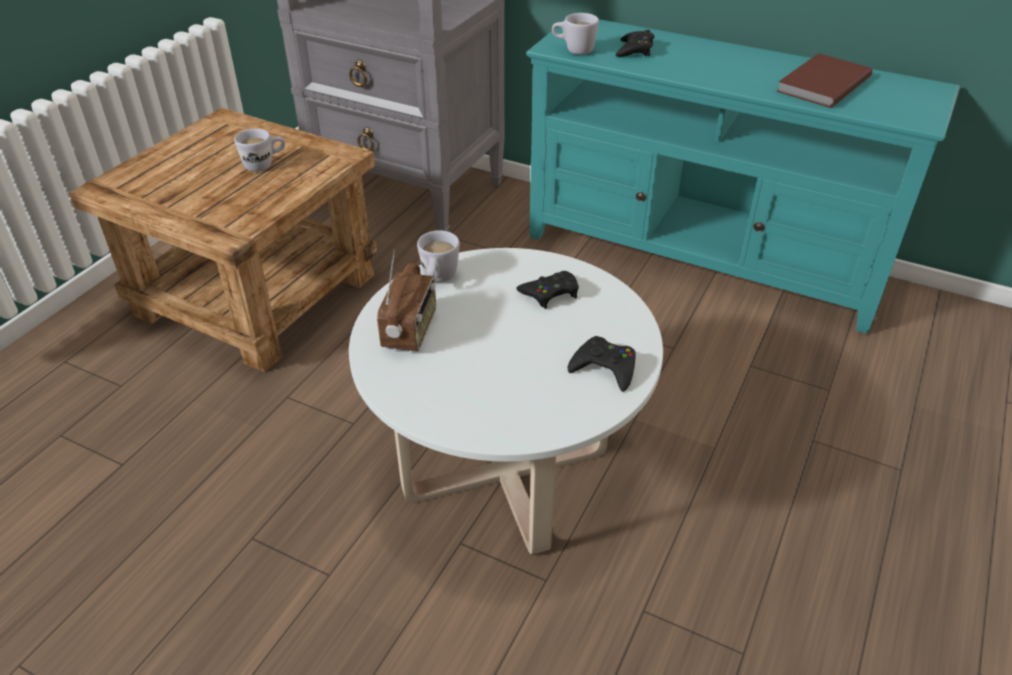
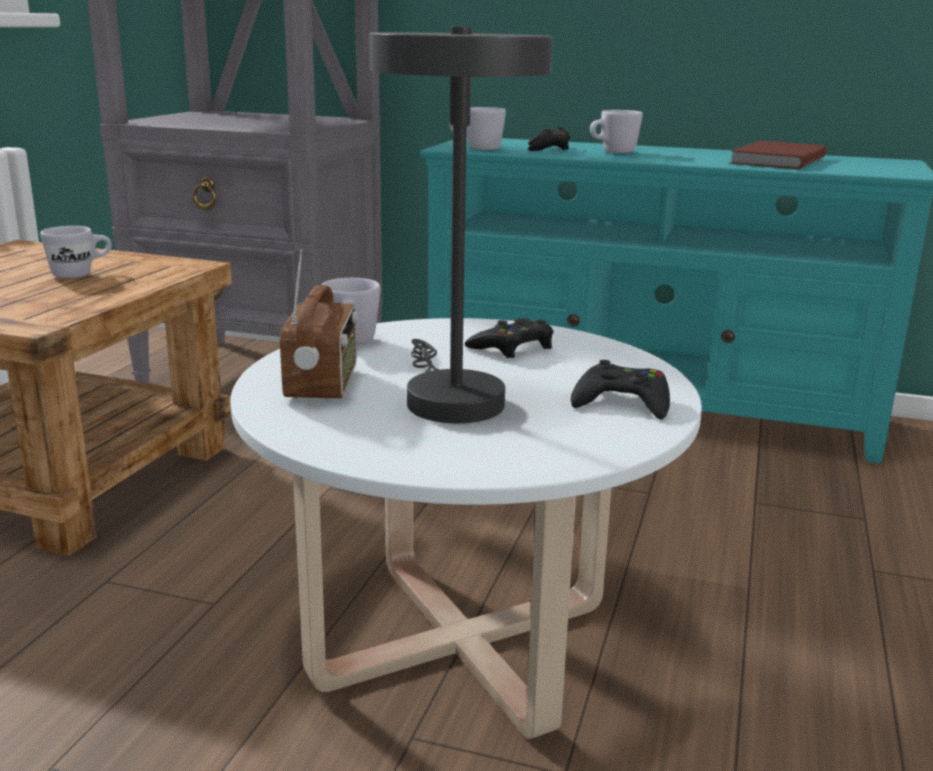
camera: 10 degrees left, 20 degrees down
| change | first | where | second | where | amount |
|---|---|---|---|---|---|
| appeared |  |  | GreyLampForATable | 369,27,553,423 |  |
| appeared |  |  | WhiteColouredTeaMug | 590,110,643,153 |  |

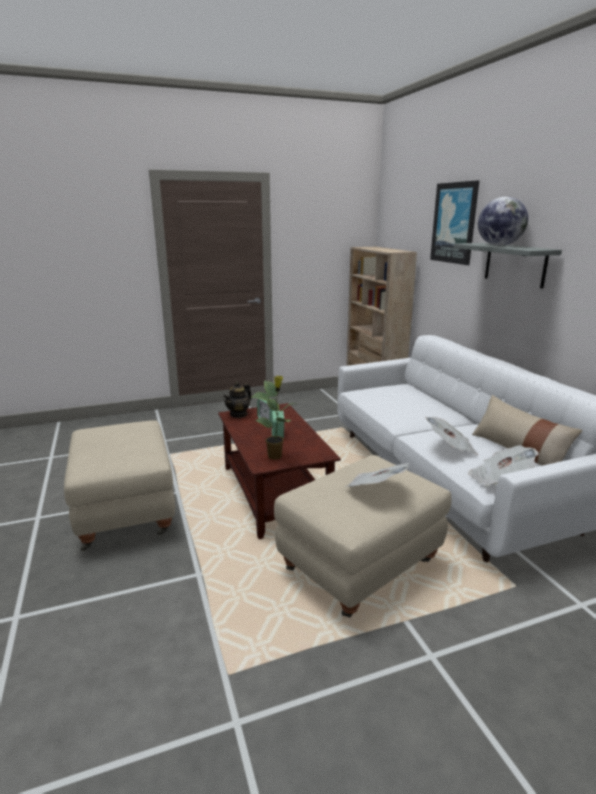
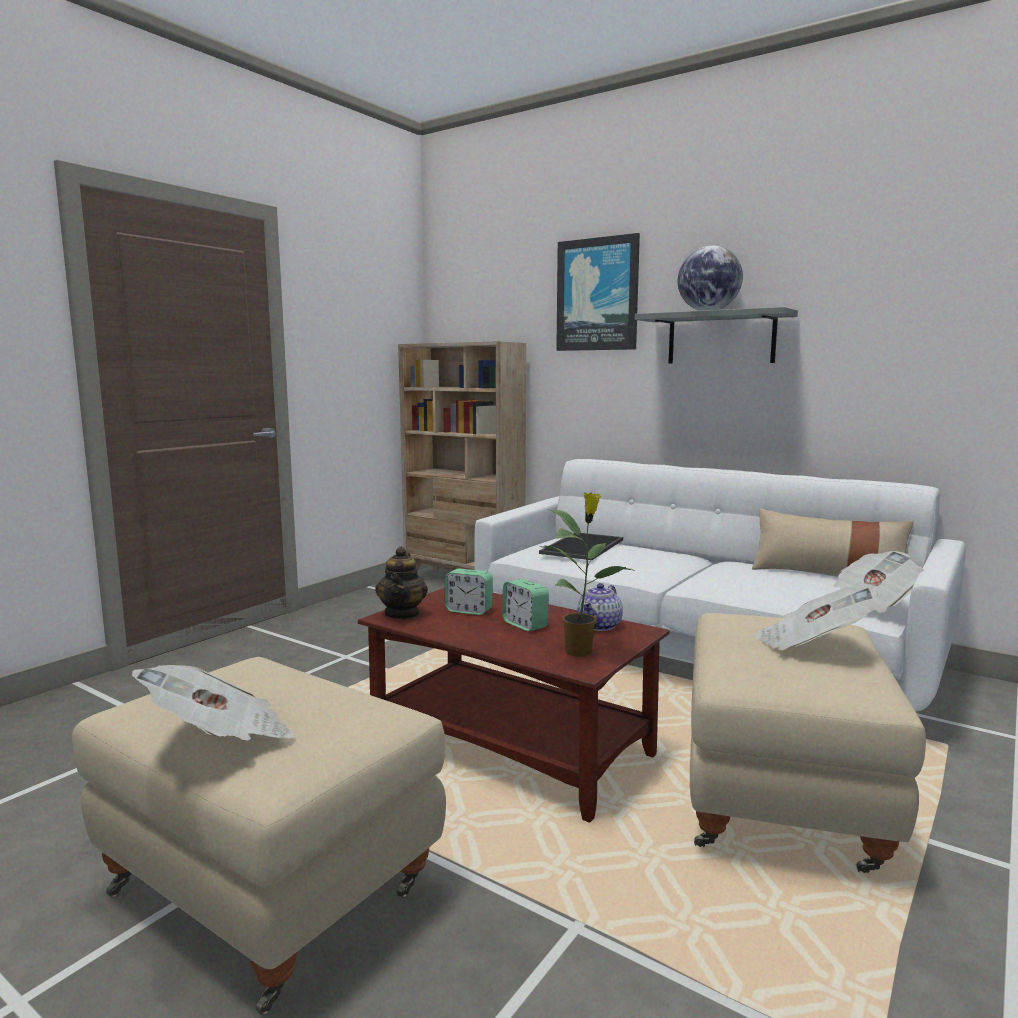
camera: 35 degrees left, 10 degrees down
| change | first | where | second | where | amount |
|---|---|---|---|---|---|
| relocated | Newspaper | 425,417,479,455 |  | 132,665,296,740 |  |
| appeared |  |  | Tray | 539,533,623,560 |  |
| appeared |  |  | TeaPot | 578,583,623,631 |  |

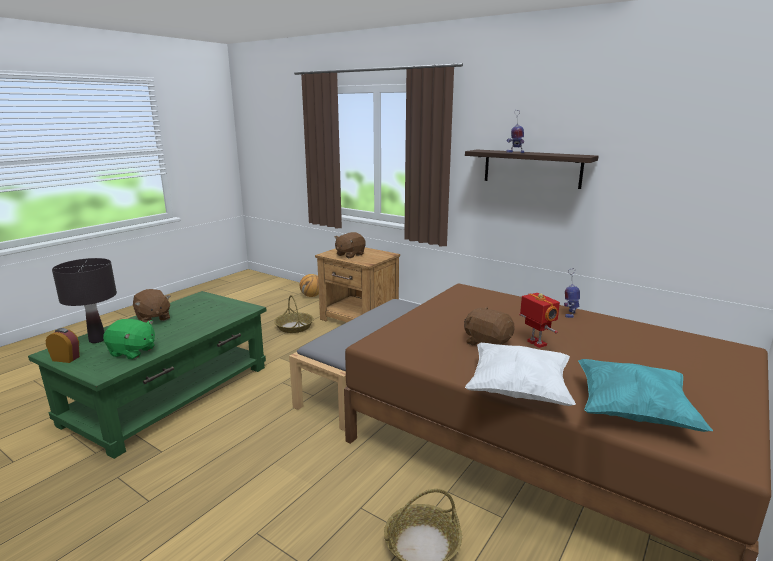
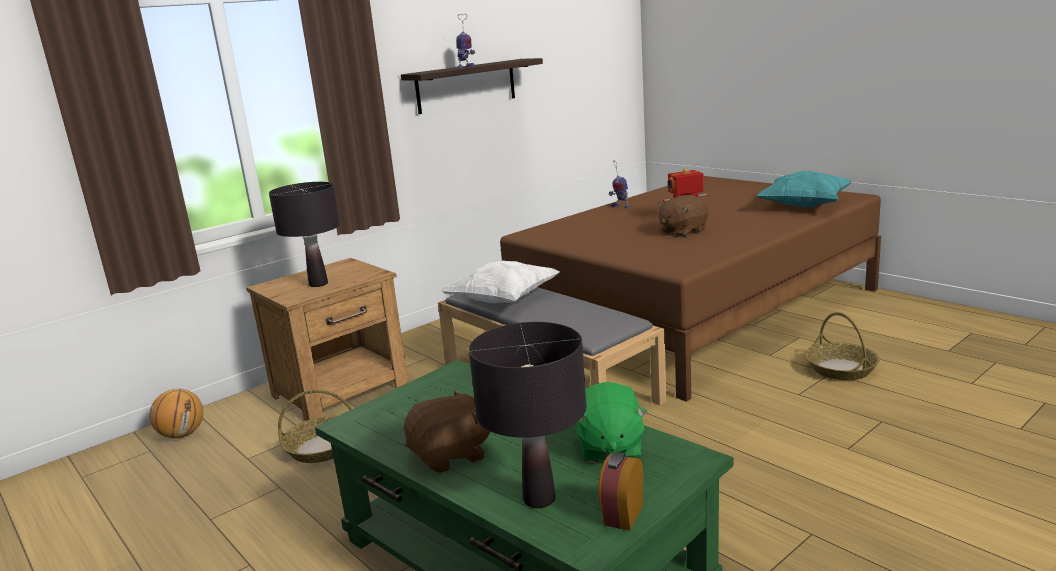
camera: 75 degrees left, 0 degrees up
| change | first | where | second | where | amount |
|---|---|---|---|---|---|
| spun | GreenColouredCuddlyToy | 103,319,155,359 |  | 576,382,648,463 | 150 degrees clockwise |
| exchanged | BrownCuddlyToy | 335,232,366,258 | BlackLampForATable | 269,182,340,287 |  |
| relocated | WhiteColouredCushion | 465,343,576,406 |  | 441,261,560,303 |  |

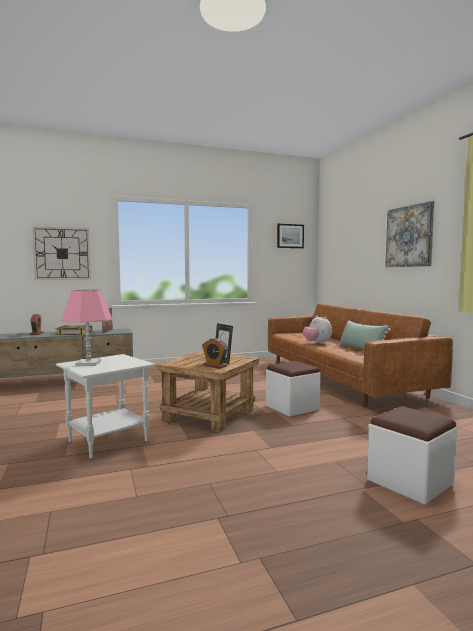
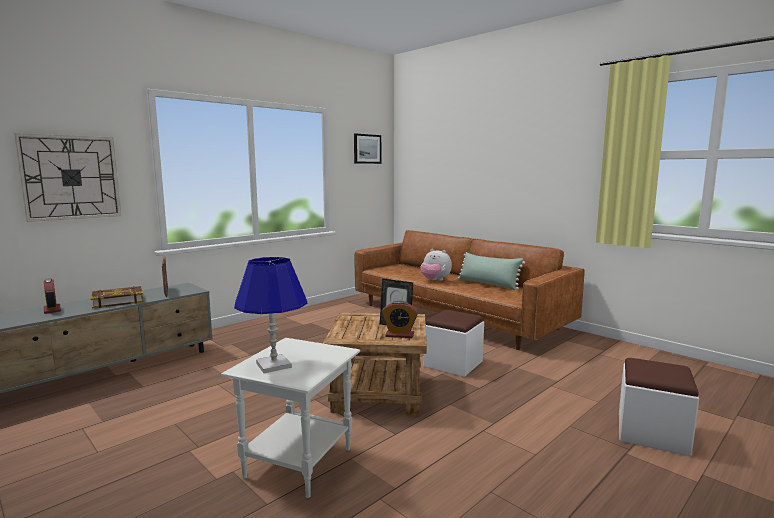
camera: 25 degrees left, 5 degrees up
| change | first | where | second | where | amount |
|---|---|---|---|---|---|
| colour | PinkLampForATable | 61,290,112,366 | BlueLampForATable | 234,257,308,373 |  |
| missing | WallArt | 385,201,434,267 |  |  |  |

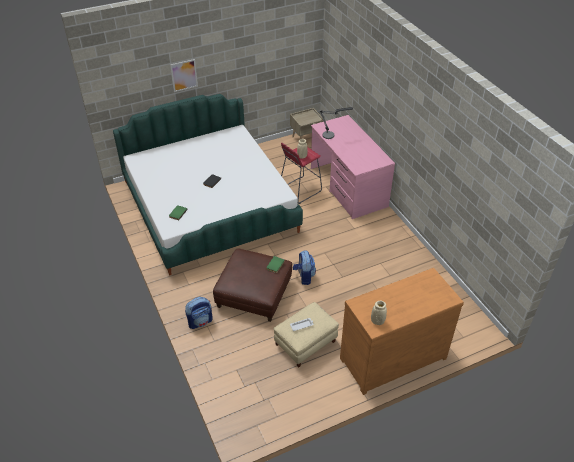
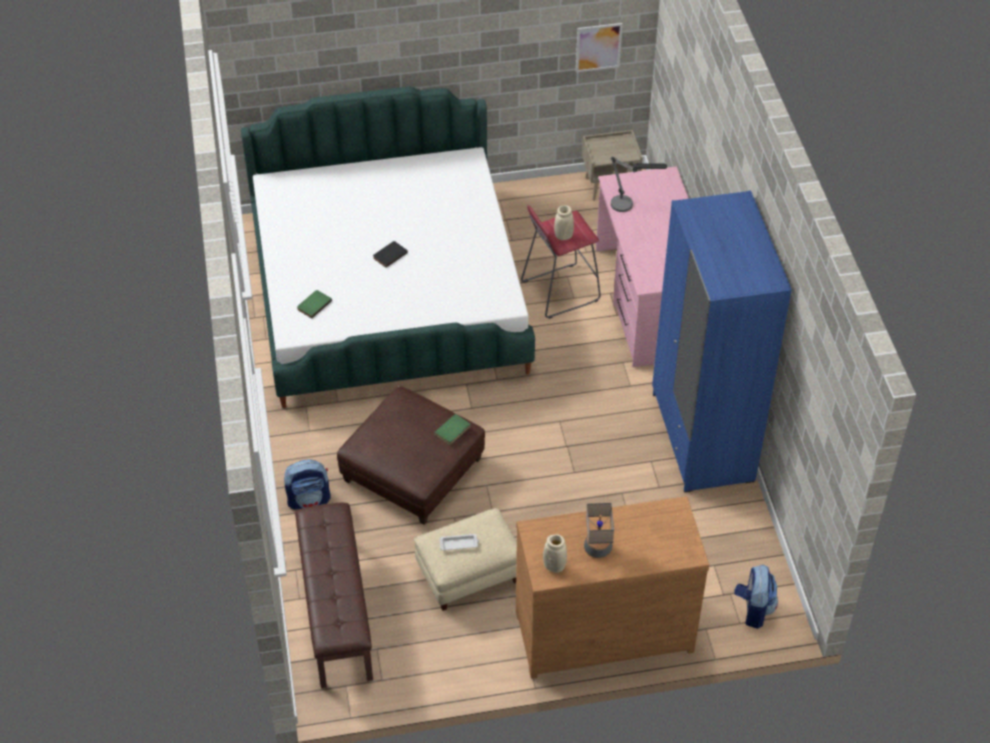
camera: 15 degrees right, 5 degrees up
| change | first | where | second | where | amount |
|---|---|---|---|---|---|
| relocated | WallArt | 170,59,198,92 |  | 576,23,623,72 |  |
| relocated | Rucksack | 293,250,316,285 |  | 734,565,778,629 |  |
| appeared |  |  | BrownIndoorBench | 295,503,373,688 |  |
| appeared |  |  | LampForATable | 584,503,614,559 |  |
| appeared |  |  | BlueWardrobe | 652,190,792,492 |  |

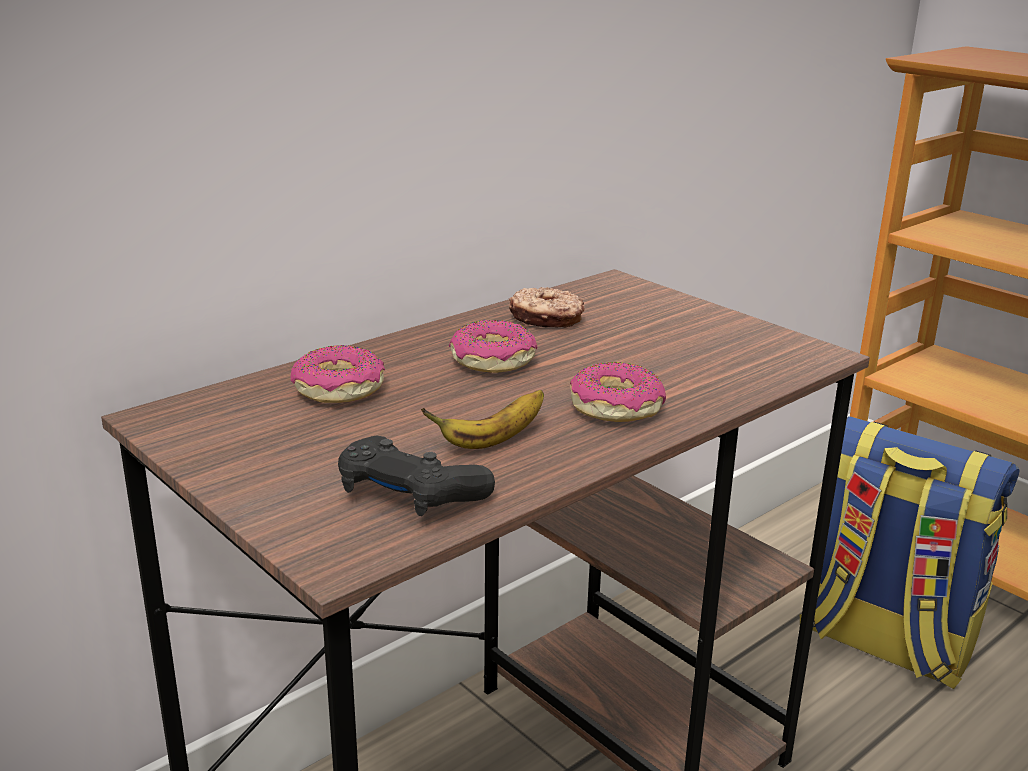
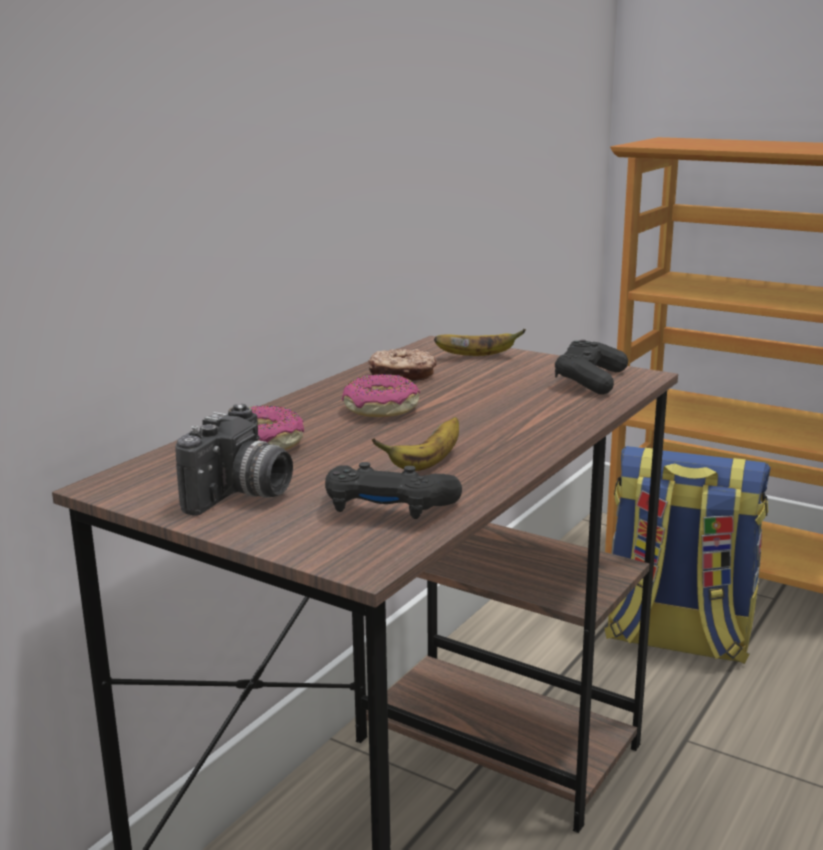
camera: 15 degrees left, 5 degrees down
| change | first | where | second | where | amount |
|---|---|---|---|---|---|
| missing | Donut | 570,362,666,422 |  |  |  |
| appeared |  |  | PhotoCamera | 175,404,293,516 |  |
| appeared |  |  | WholeBanana | 434,329,526,356 |  |
| appeared |  |  | BlackGamepad | 555,340,628,395 |  |

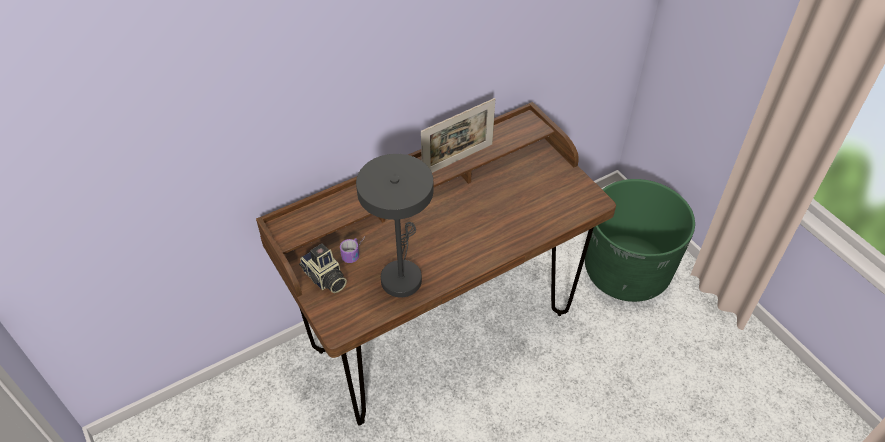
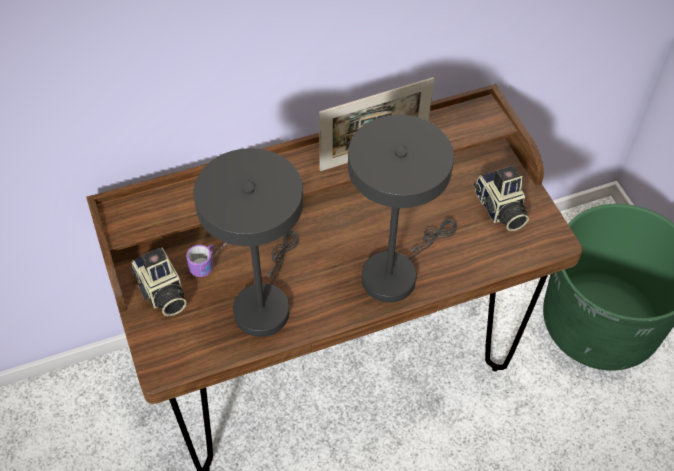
camera: 10 degrees right, 5 degrees up
| change | first | where | second | where | amount |
|---|---|---|---|---|---|
| appeared |  |  | GreyLampForATable | 348,115,457,303 |  |
| appeared |  |  | PhotoCamera | 474,166,529,231 |  |

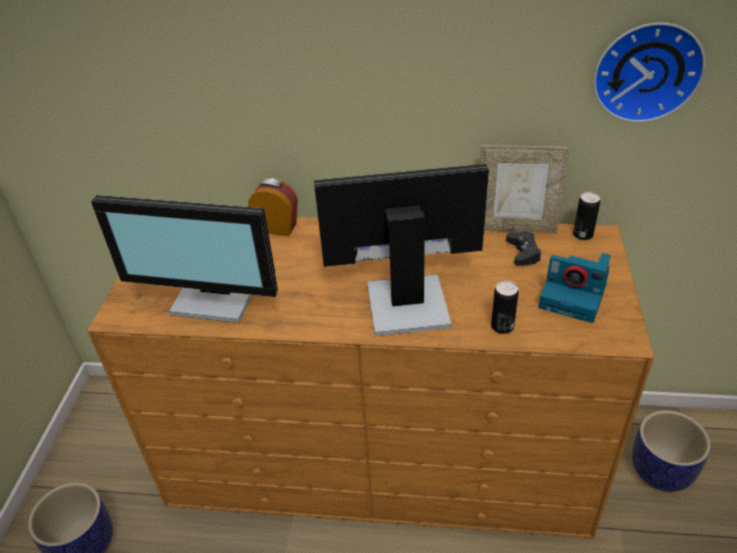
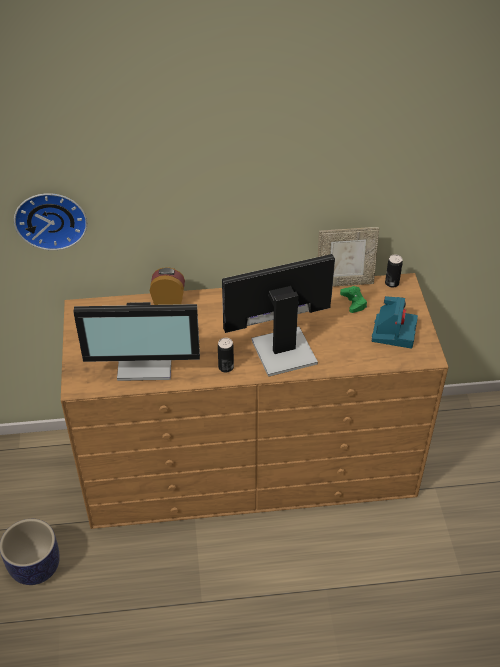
camera: 15 degrees left, 5 degrees up
| change | first | where | second | where | amount |
|---|---|---|---|---|---|
| relocated | MetalCan | 491,280,519,334 |  | 218,338,234,372 |  |
| colour | BlackGamepad | 506,231,541,266 | GreenColouredGamepad | 340,286,367,313 |  |
| spun | PhotoCamera | 539,253,611,323 |  | 372,296,418,349 | 90 degrees counterclockwise |
| relocated | WallClock | 593,22,706,123 |  | 14,193,87,250 |  |
| missing | PlantPot | 632,410,711,492 |  |  |  |

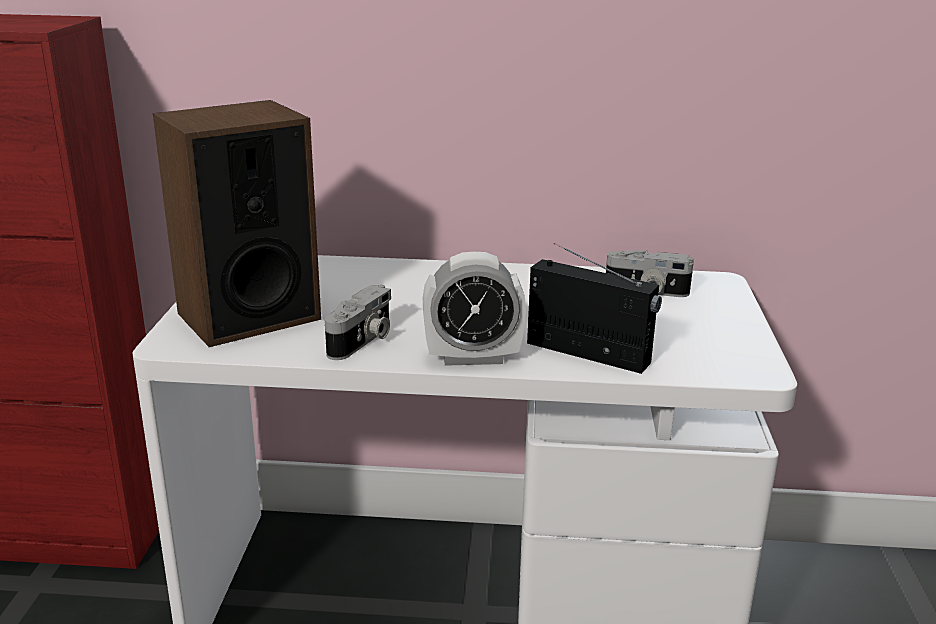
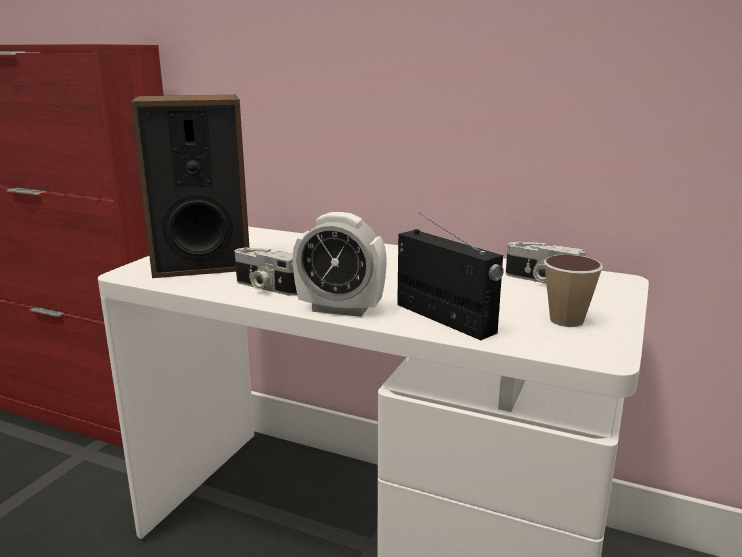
camera: 20 degrees right, 5 degrees down
| change | first | where | second | where | amount |
|---|---|---|---|---|---|
| spun | PhotoCamera | 325,285,391,360 |  | 235,247,297,296 | 75 degrees clockwise |
| appeared |  |  | Cup | 544,255,603,327 |  |

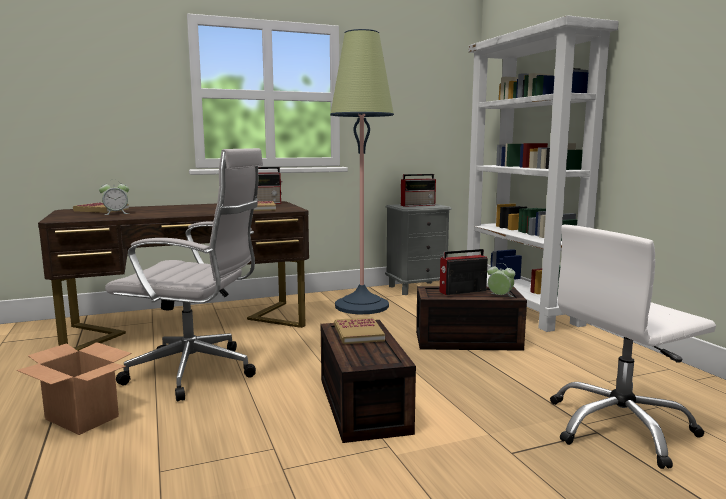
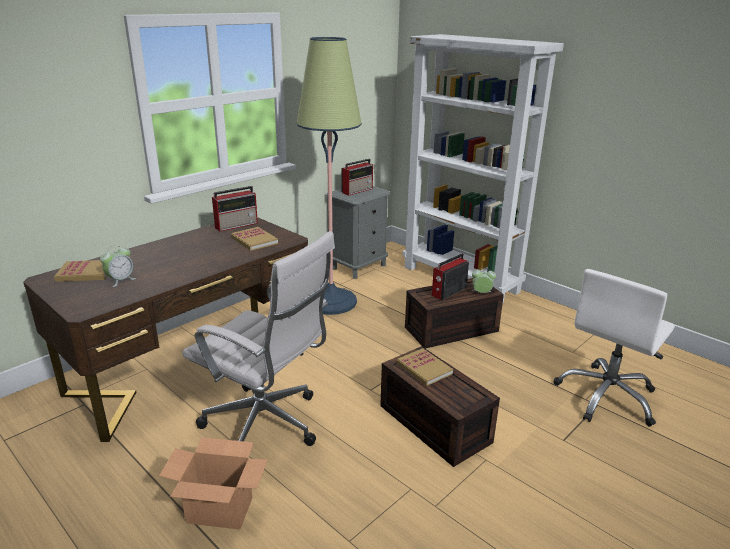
camera: 25 degrees left, 15 degrees up
| change | first | where | second | where | amount |
|---|---|---|---|---|---|
| spun | WhiteColouredOfficeChair | 105,148,263,402 |  | 182,231,335,446 | 45 degrees clockwise |

